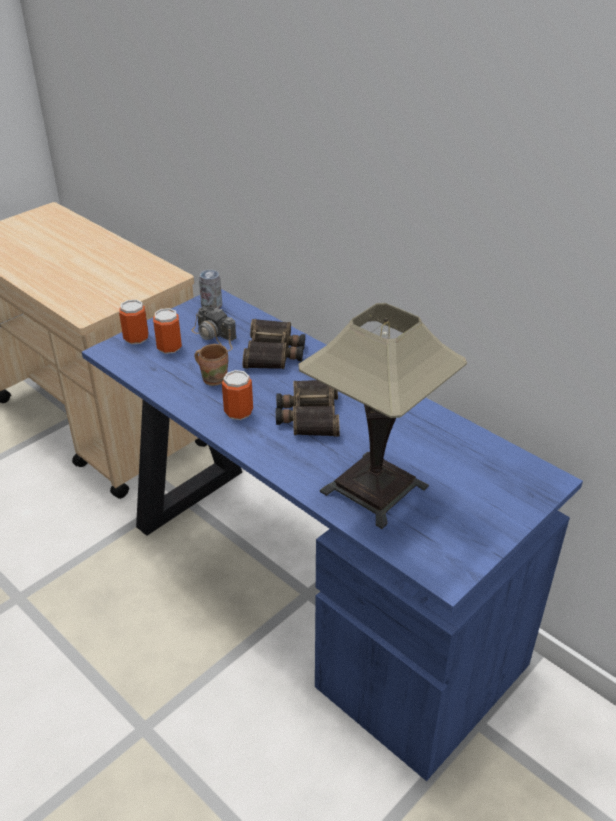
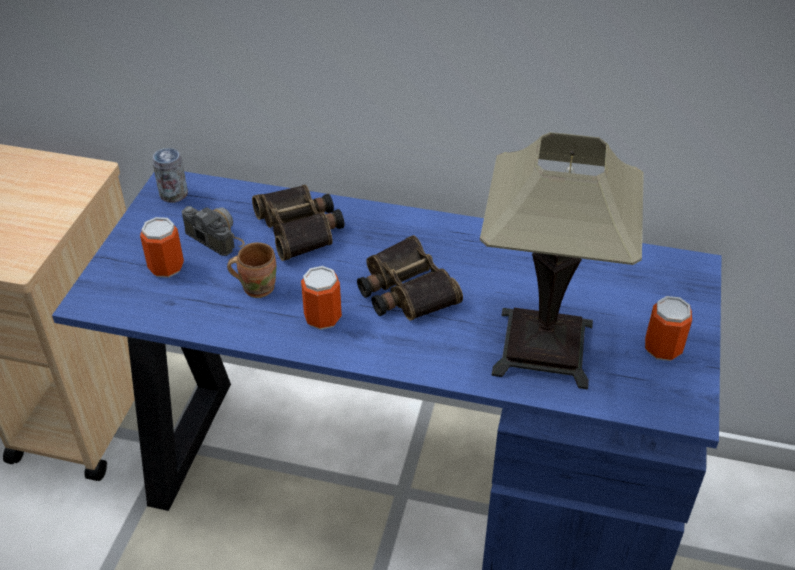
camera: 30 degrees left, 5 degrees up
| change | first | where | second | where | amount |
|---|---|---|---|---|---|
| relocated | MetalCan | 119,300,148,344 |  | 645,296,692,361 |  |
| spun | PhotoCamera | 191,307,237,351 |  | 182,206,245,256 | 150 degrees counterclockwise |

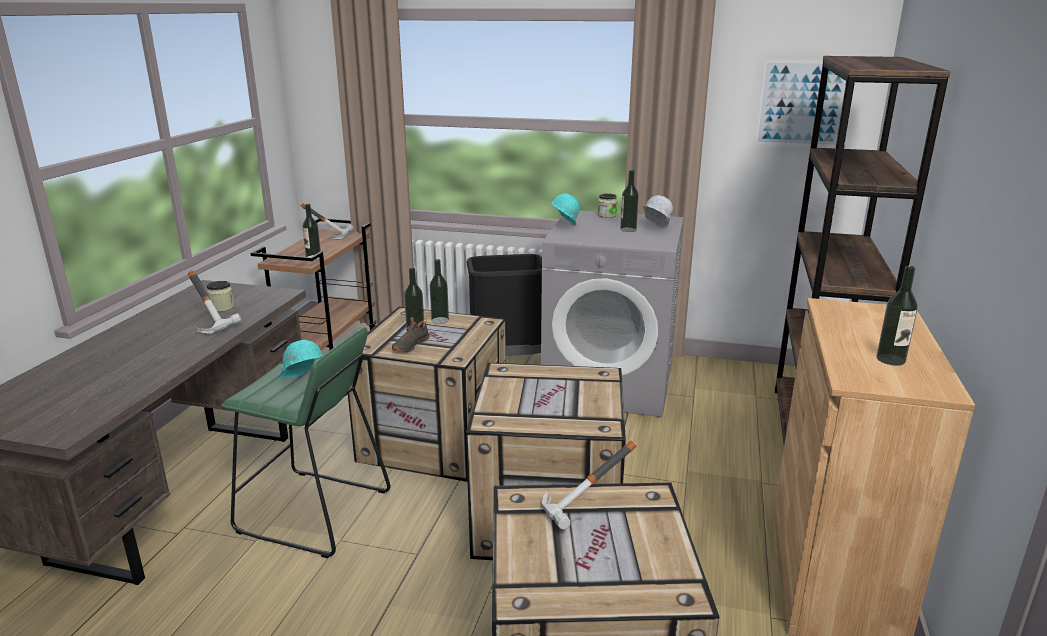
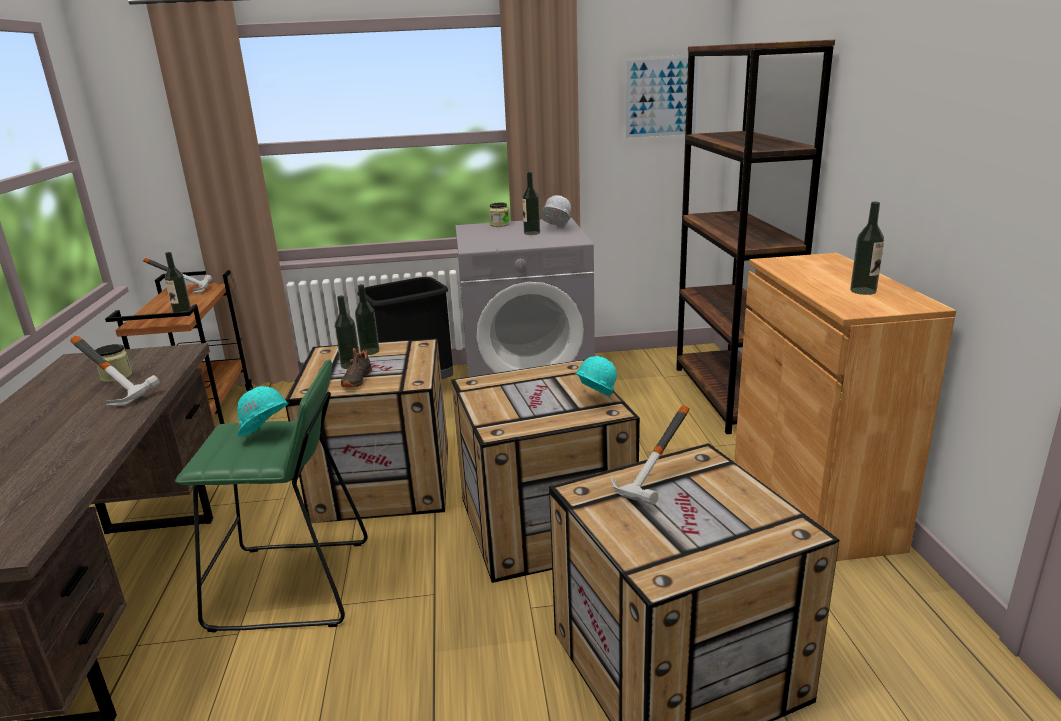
camera: 20 degrees left, 0 degrees up
| change | first | where | second | where | amount |
|---|---|---|---|---|---|
| relocated | TurquoiseColouredHardHat | 550,193,580,226 |  | 575,356,617,396 |  |

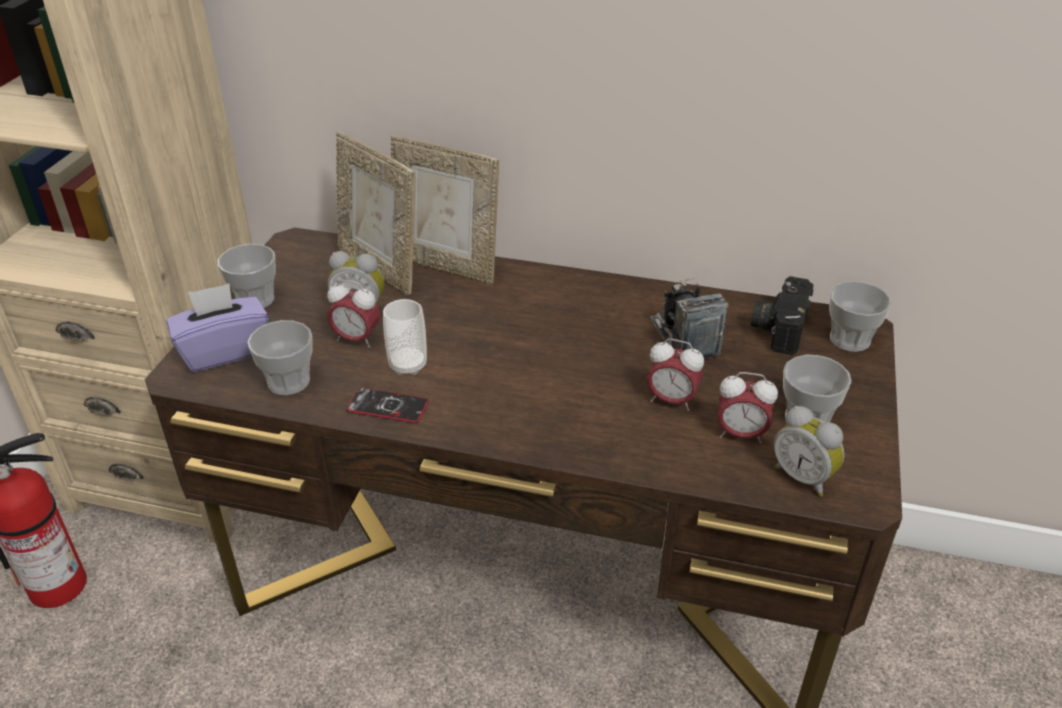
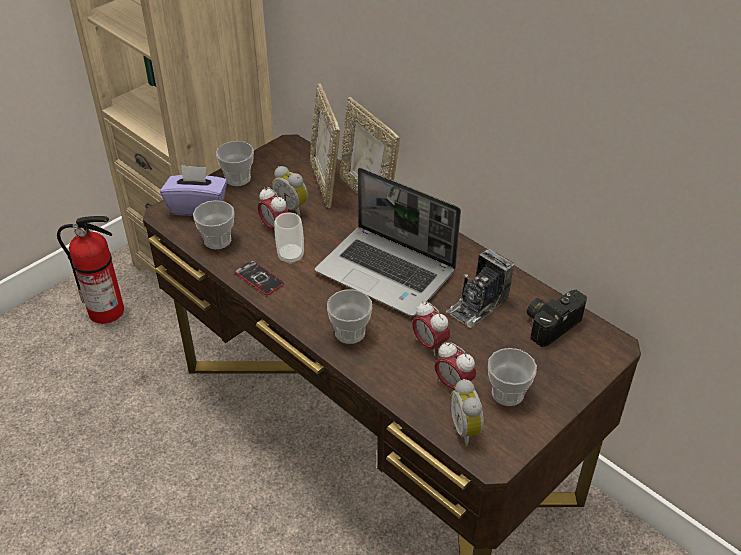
camera: 30 degrees right, 5 degrees up
| change | first | where | second | where | amount |
|---|---|---|---|---|---|
| spun | PhotoCamera | 650,278,728,358 |  | 446,249,514,328 | 150 degrees counterclockwise |
| relocated | Cup | 829,281,892,352 |  | 327,289,372,344 |  |
| appeared |  |  | Laptop | 315,167,461,317 |  |

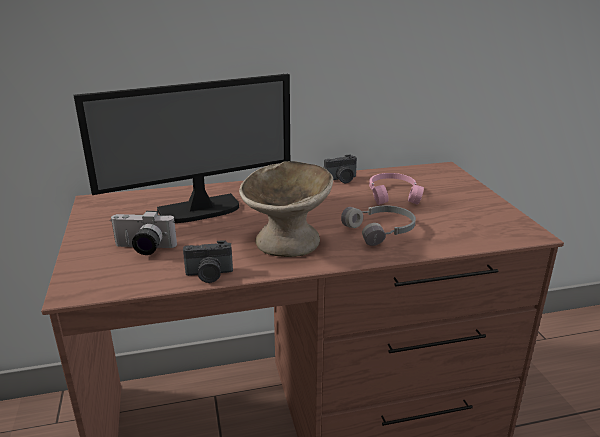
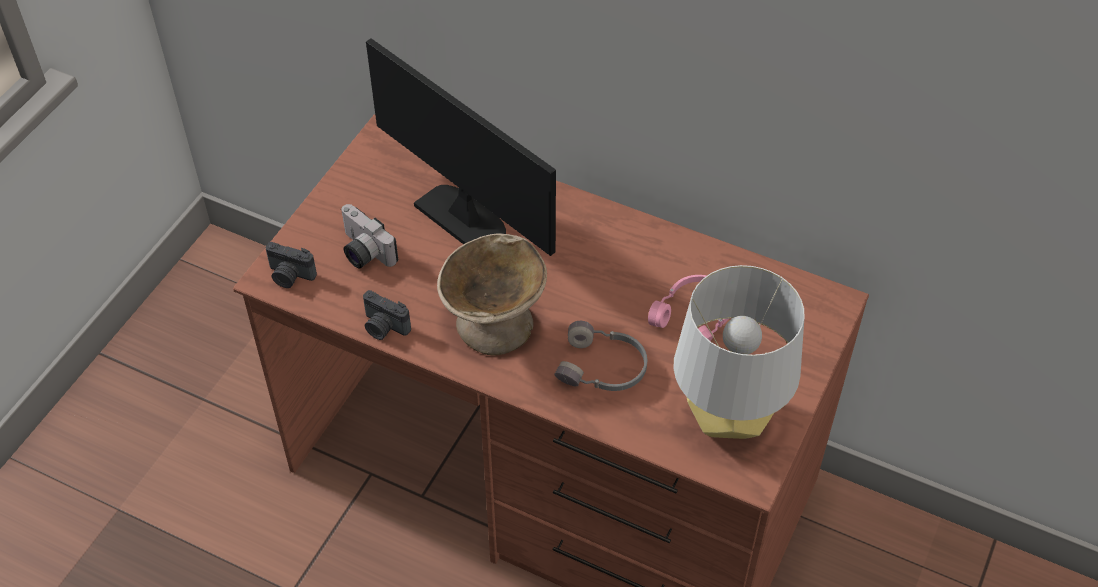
camera: 40 degrees right, 25 degrees up
| change | first | where | second | where | amount |
|---|---|---|---|---|---|
| spun | ComputerDisplay | 73,74,290,223 |  | 366,38,556,256 | 150 degrees counterclockwise |
| relocated | PhotoCamera | 324,154,357,183 |  | 265,242,317,288 |  |
| appeared |  |  | GreyLampForATable | 673,265,805,439 |  |

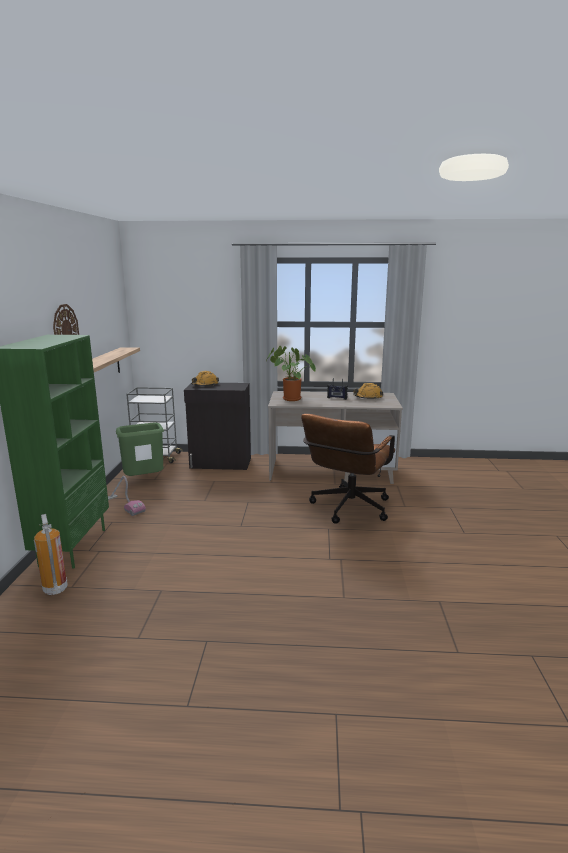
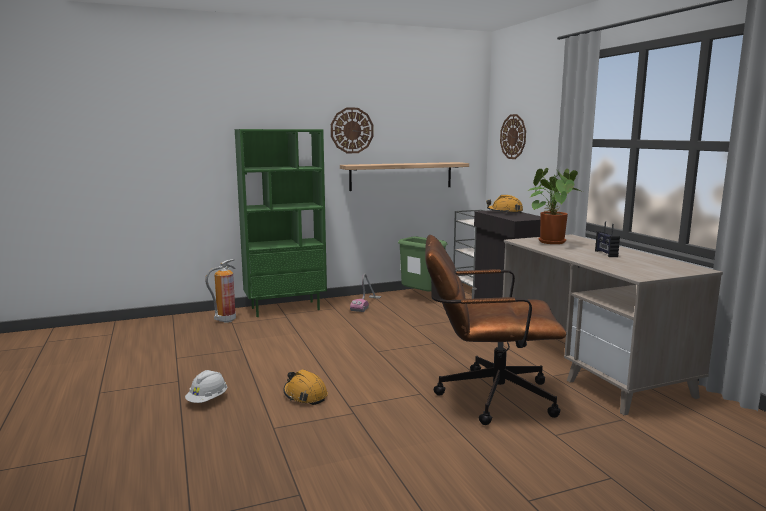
camera: 65 degrees right, 5 degrees down
| change | first | where | second | where | amount |
|---|---|---|---|---|---|
| relocated | OrangeColouredHardHat | 353,383,383,400 |  | 283,370,328,405 |  |
| appeared |  |  | WhiteColouredHardHat | 185,370,227,403 |  |
| appeared |  |  | WallClock | 500,114,526,159 |  |

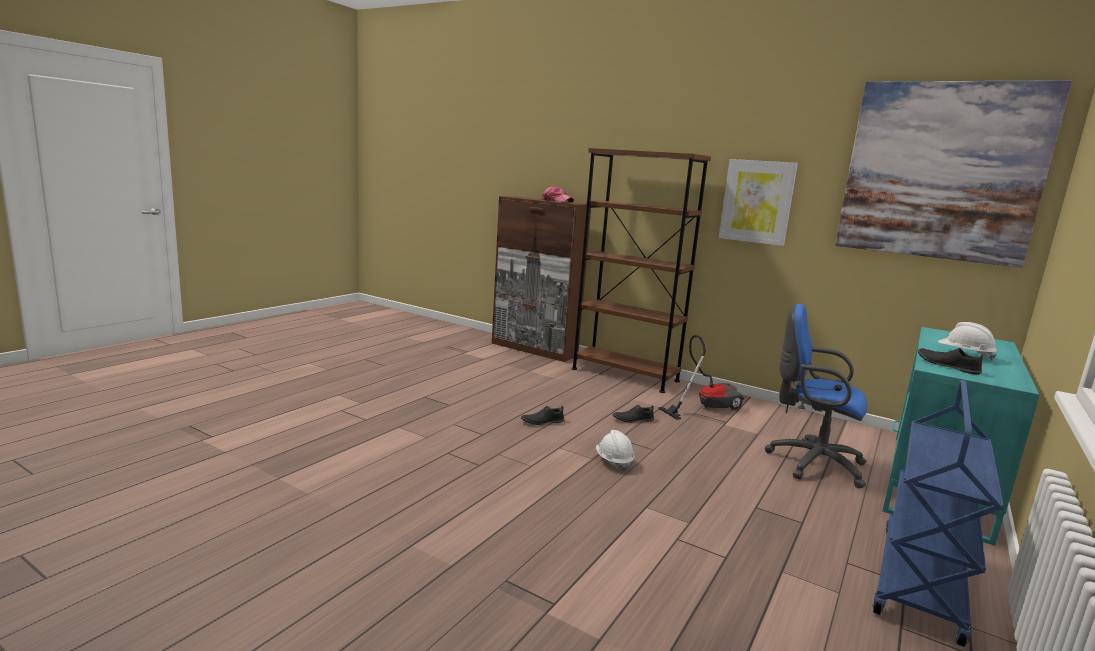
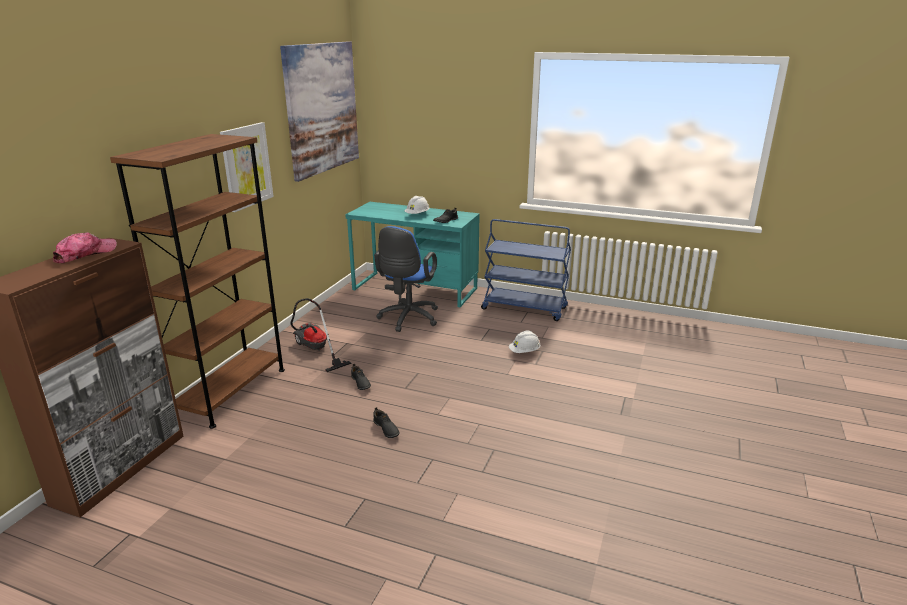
camera: 100 degrees left, 10 degrees up
| change | first | where | second | where | amount |
|---|---|---|---|---|---|
| relocated | WhiteColouredHardHat | 596,430,634,472 |  | 509,331,541,353 |  |

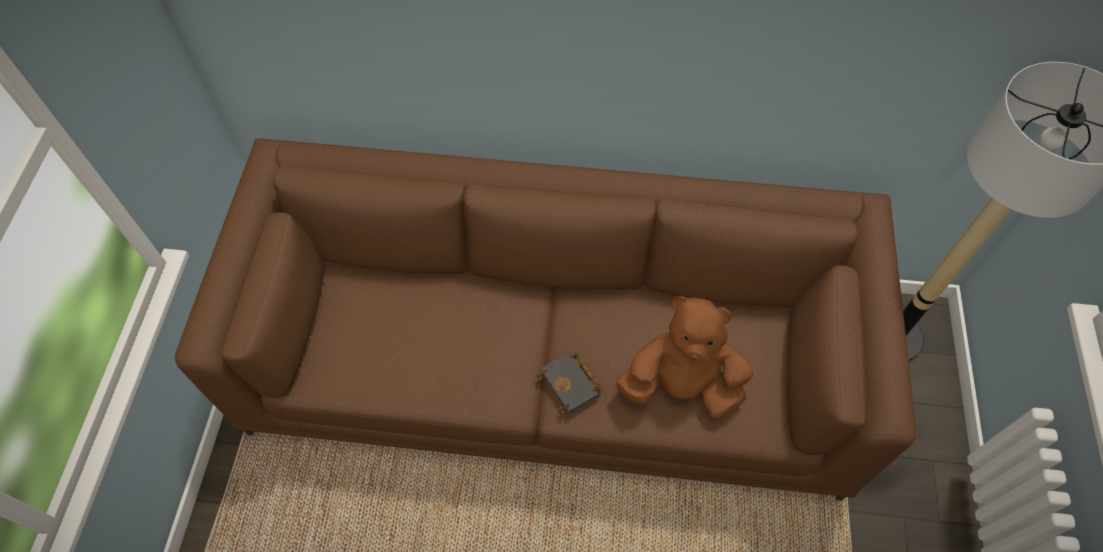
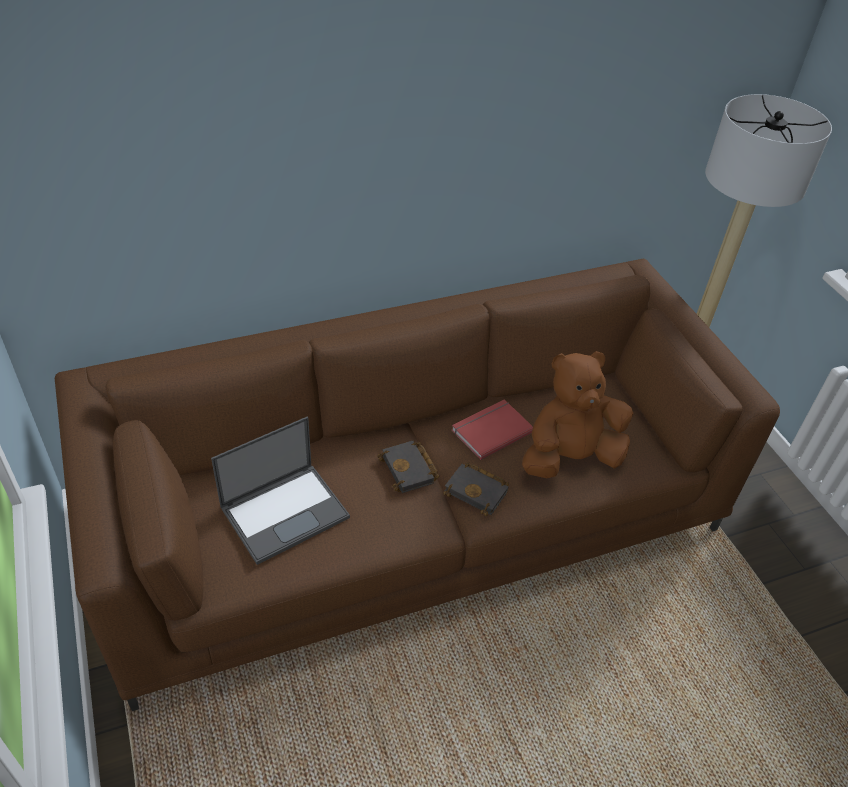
camera: 30 degrees left, 15 degrees down
| change | first | where | second | where | amount |
|---|---|---|---|---|---|
| appeared |  |  | Laptop | 211,416,350,565 |  |
| appeared |  |  | BlackVolume | 377,441,439,493 |  |
| appeared |  |  | ReddishVolume | 452,399,533,460 |  |

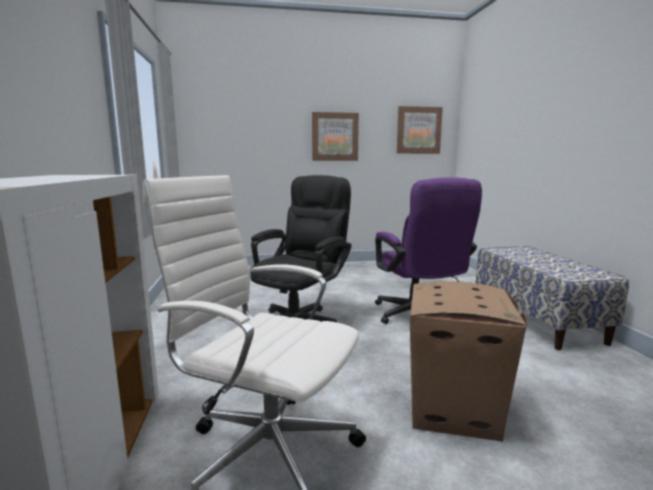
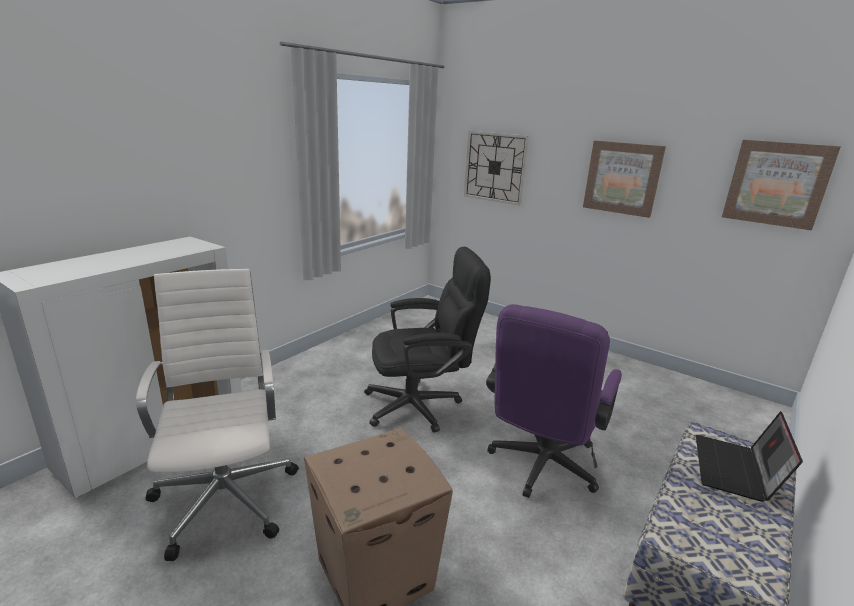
camera: 45 degrees right, 10 degrees up
| change | first | where | second | where | amount |
|---|---|---|---|---|---|
| appeared |  |  | WallClock | 464,131,529,206 |  |
| appeared |  |  | Laptop | 696,411,803,502 |  |

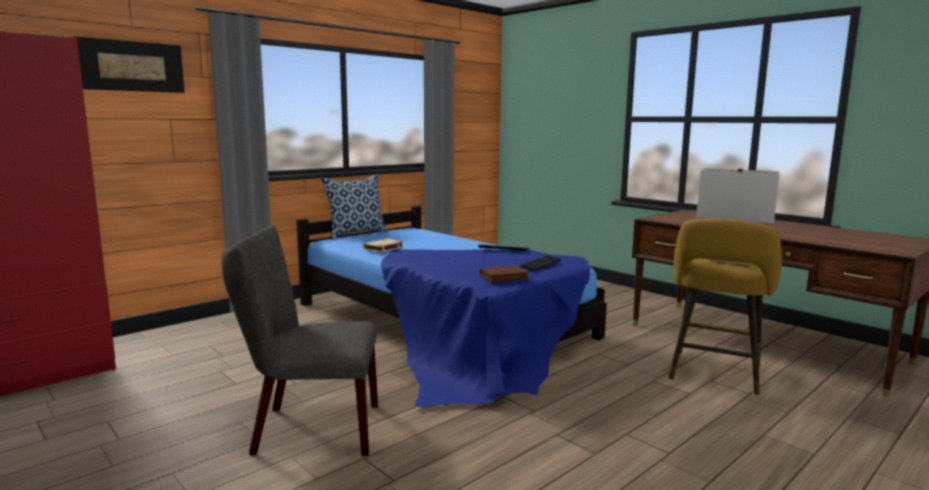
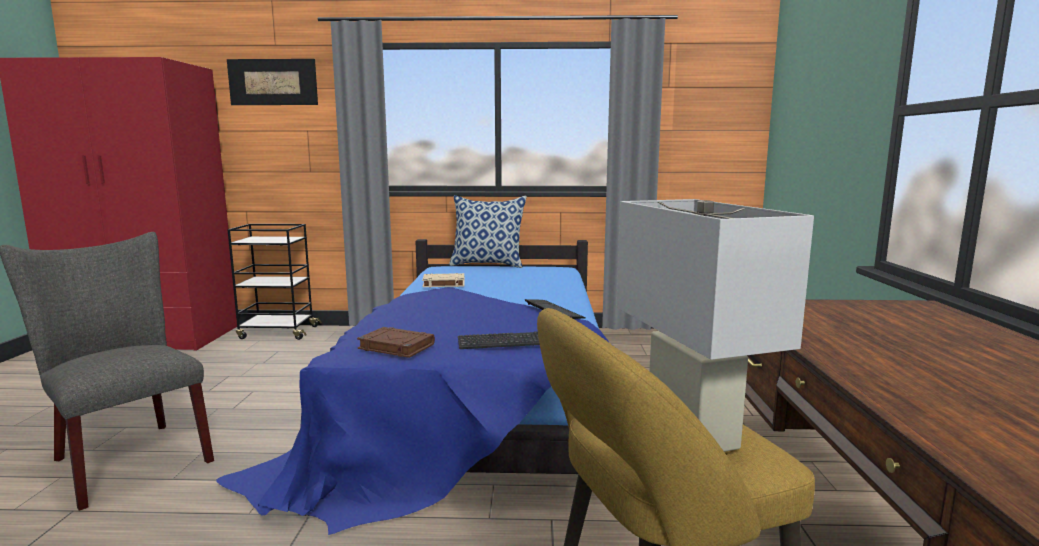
camera: 45 degrees right, 0 degrees up
| change | first | where | second | where | amount |
|---|---|---|---|---|---|
| appeared |  |  | BlackWheeledCart | 227,224,322,340 |  |

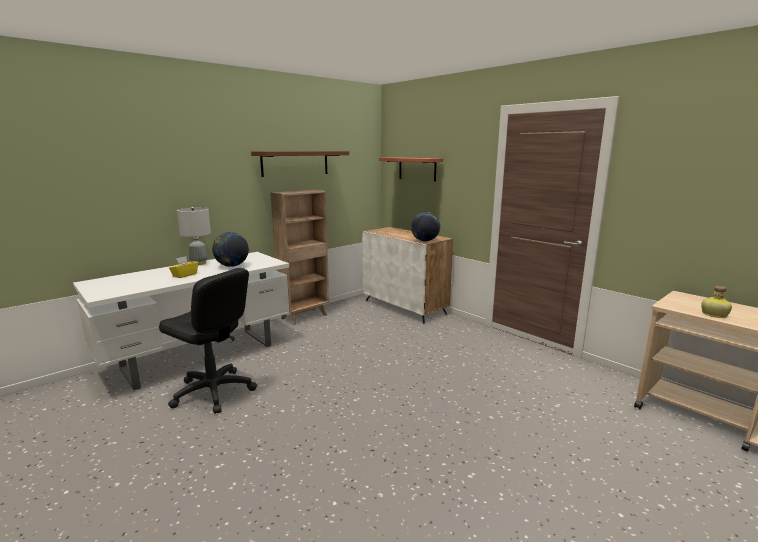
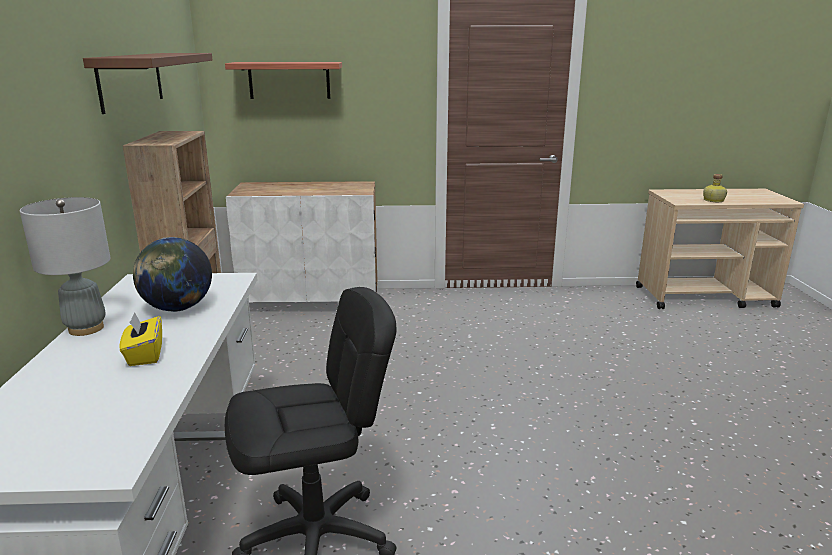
camera: 50 degrees left, 5 degrees up
| change | first | where | second | where | amount |
|---|---|---|---|---|---|
| missing | DeskGlobe | 411,212,440,241 |  |  |  |

